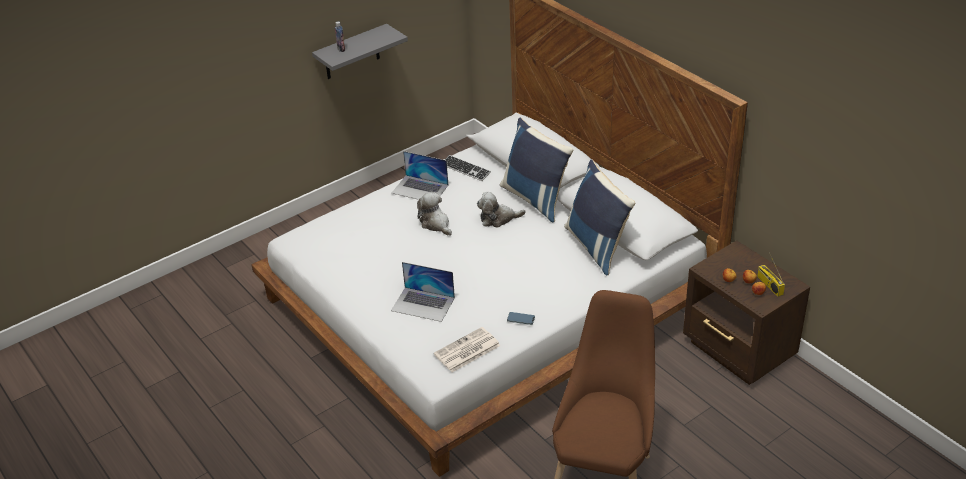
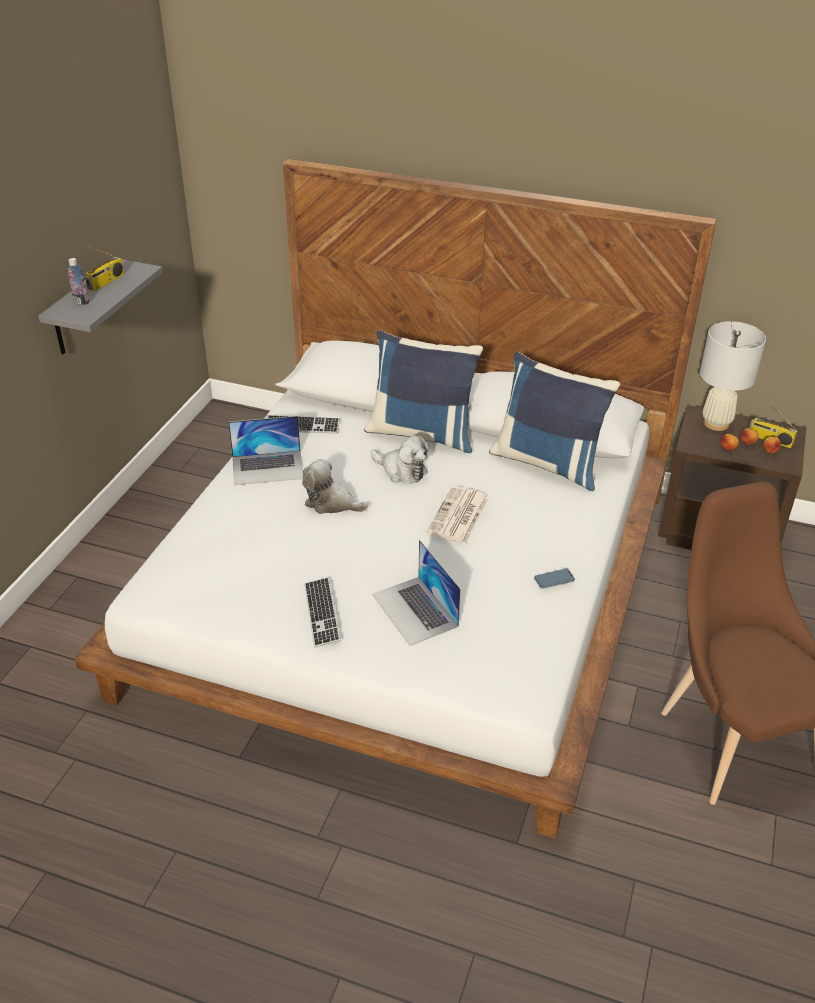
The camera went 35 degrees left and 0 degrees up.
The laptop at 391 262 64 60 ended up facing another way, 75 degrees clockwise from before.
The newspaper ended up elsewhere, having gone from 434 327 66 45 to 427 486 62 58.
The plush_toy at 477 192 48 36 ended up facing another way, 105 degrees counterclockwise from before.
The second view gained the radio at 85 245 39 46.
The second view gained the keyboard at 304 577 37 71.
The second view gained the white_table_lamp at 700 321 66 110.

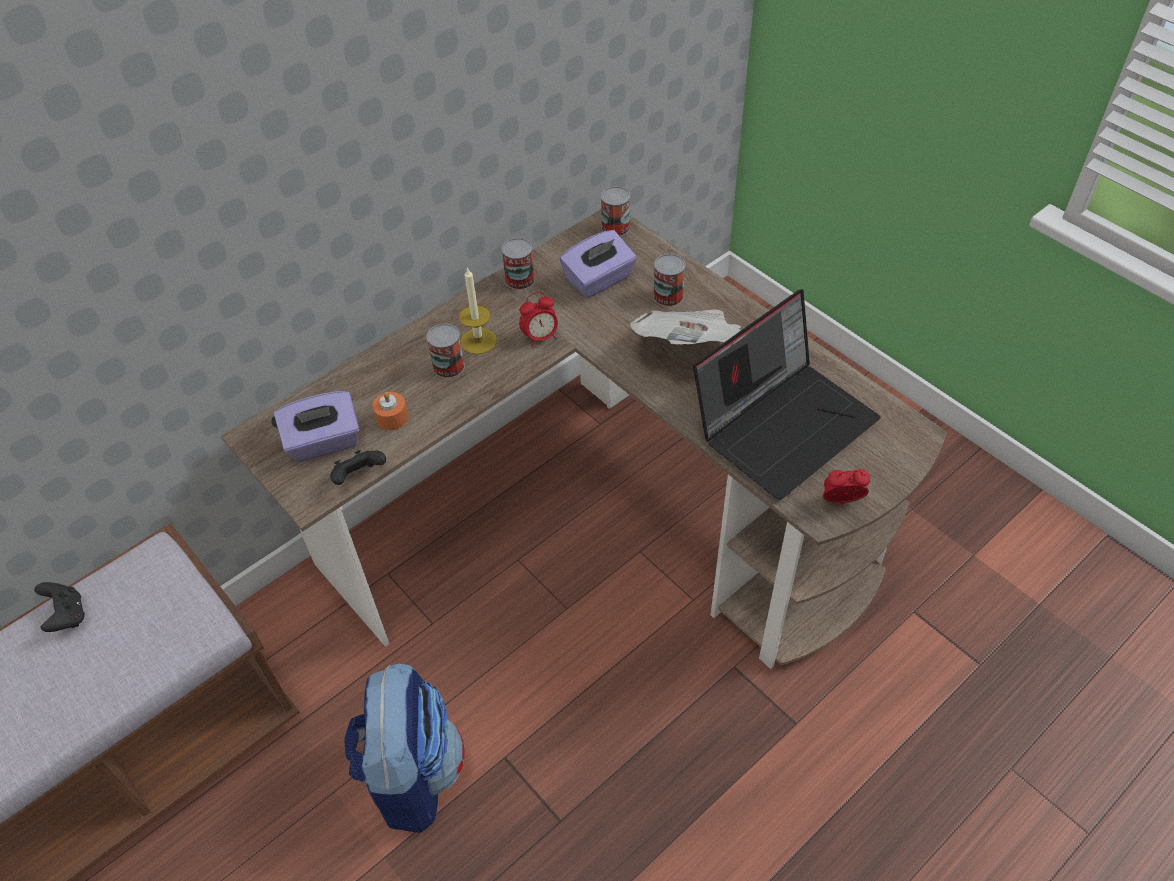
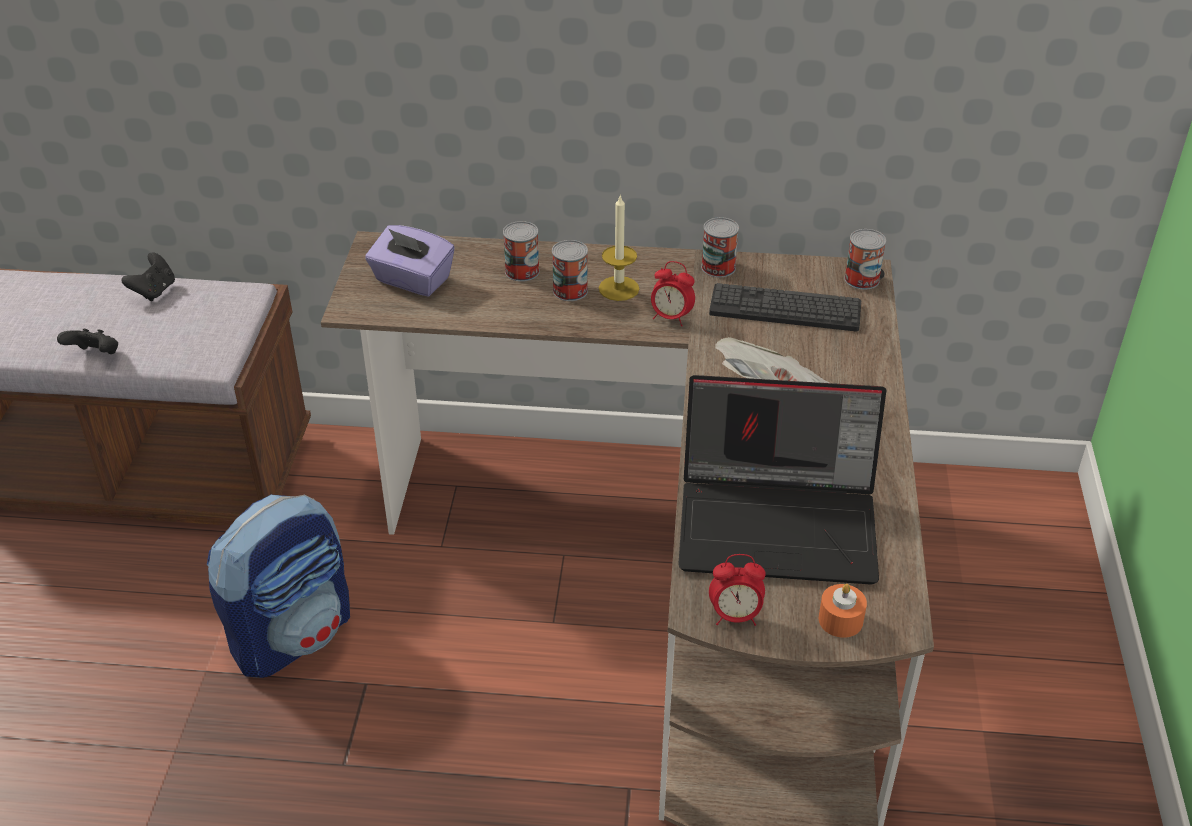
The camera went 45 degrees right and 10 degrees down.
The black_game_controller ended up elsewhere, having gone from 330 450 56 35 to 57 329 61 25.
The orange_candle ended up elsewhere, having gone from 372 392 36 38 to 819 584 48 54.
Where the purple_tissue_box stood at 560 230 77 68, the keyboard came to stand at 709 283 152 48.
The can ended up elsewhere, having gone from 653 254 33 53 to 503 221 37 61.
The alarm_clock at 823 469 47 36 ended up facing another way, 135 degrees clockwise from before.

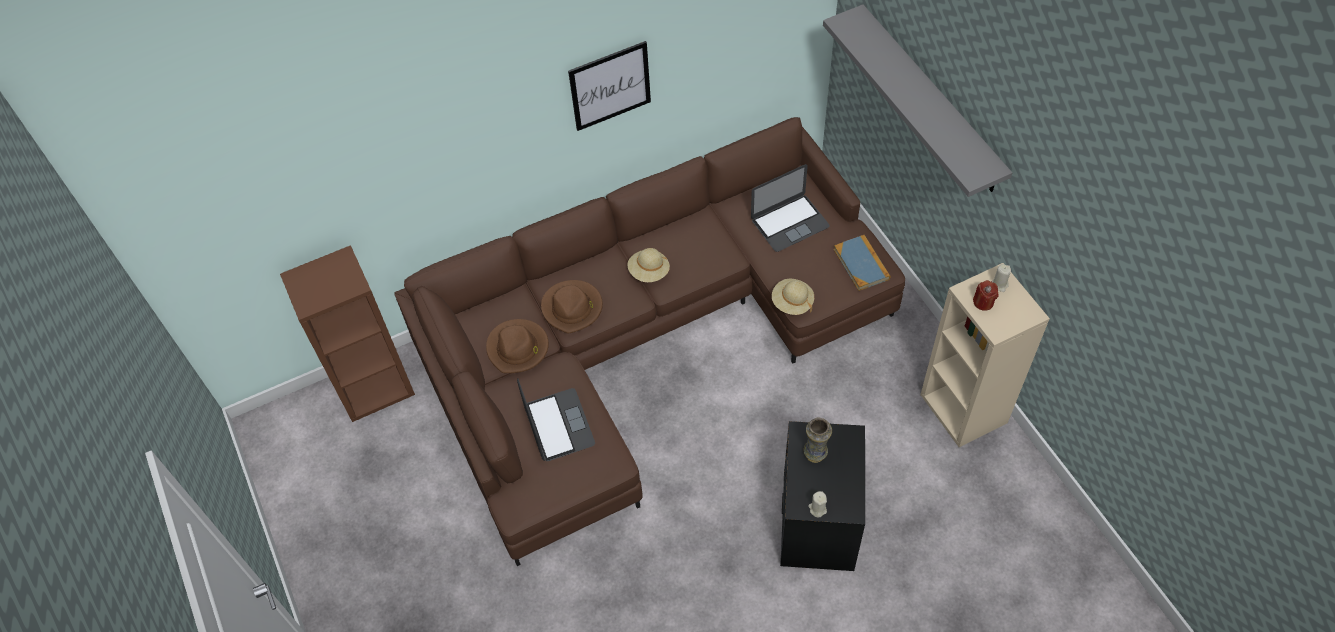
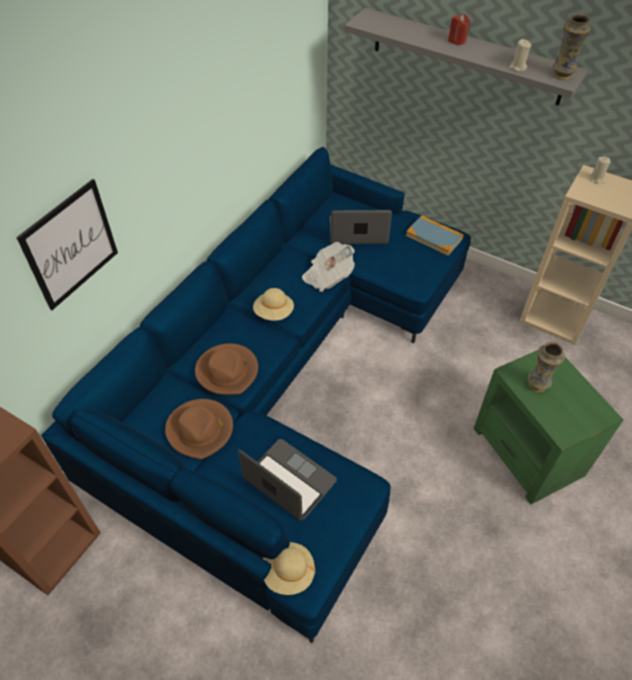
The camera went 35 degrees left and 5 degrees down.
What was the brown_sofa at 394 117 511 449 turned into the blue_sofa at 41 147 430 496.
The picture ended up elsewhere, having gone from 568 41 83 90 to 16 179 102 131.
The laptop at 751 164 79 88 ended up facing another way, 120 degrees counterclockwise from before.
The beige_hat ended up elsewhere, having gone from 772 279 42 36 to 263 542 52 53.
What was the black_side_table at 780 421 85 150 turned into the green_side_table at 473 350 150 154.
The beige_candle ended up elsewhere, having gone from 808 491 19 26 to 509 39 22 32.
The red_candle ended up elsewhere, having gone from 973 280 26 31 to 448 14 22 31.
The second view gained the newspaper at 302 242 53 50.
The second view gained the vase at 553 14 38 66.

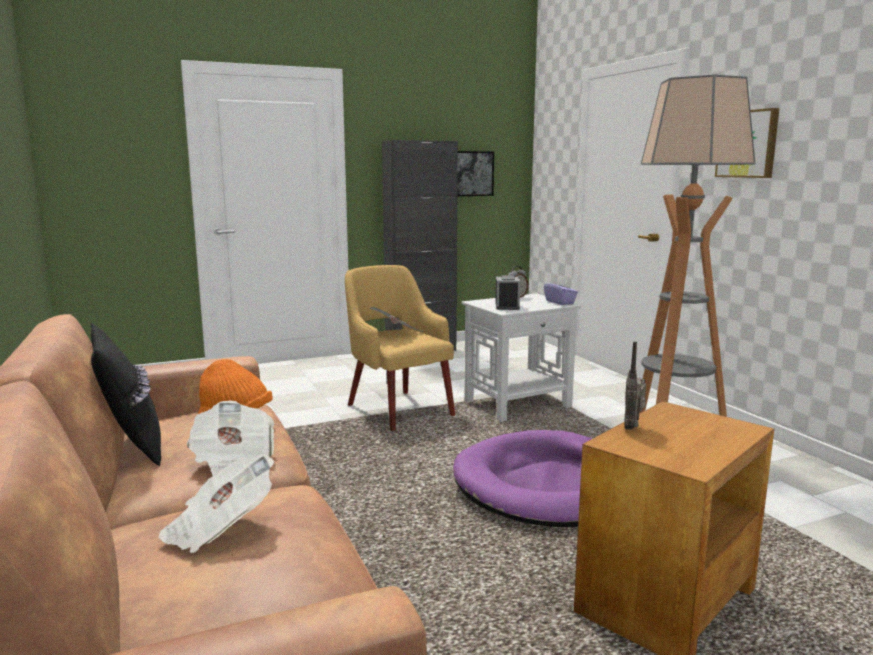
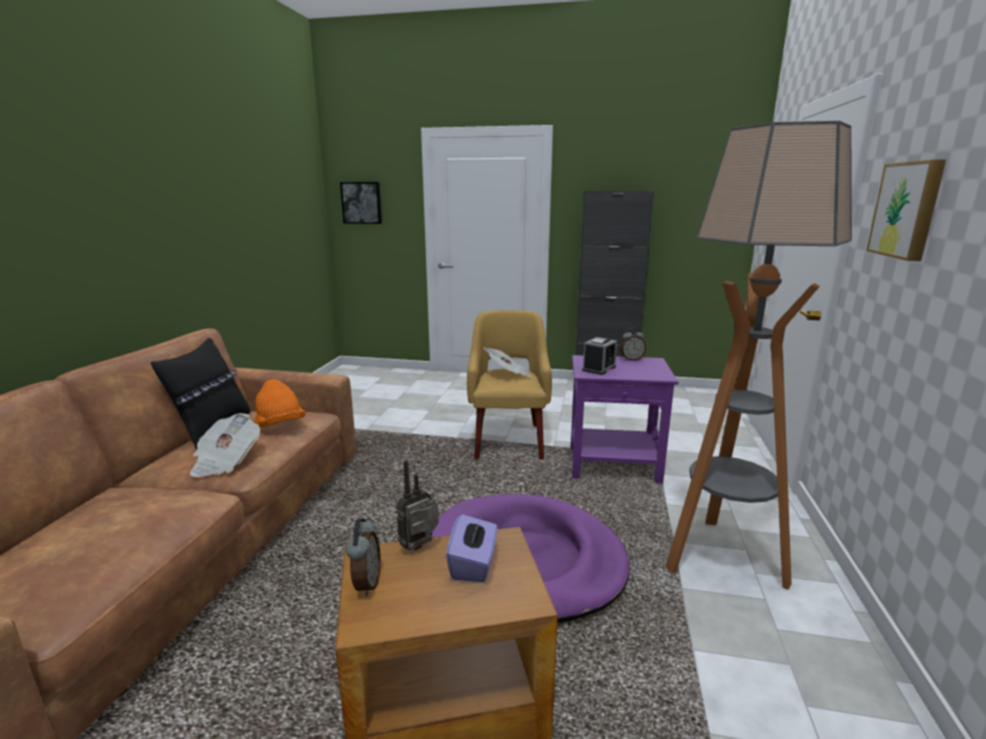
The camera went 35 degrees right and 5 degrees up.
The second view lost the newspaper at 159 455 116 98.
The picture ended up elsewhere, having gone from 457 151 37 45 to 340 182 42 42.
What was the white_side_table at 461 293 120 129 turned into the purple_side_table at 571 355 108 129.
The purple_tissue_box ended up elsewhere, having gone from 544 277 34 28 to 446 514 51 68.
The second view gained the alarm_clock at 346 518 35 78.

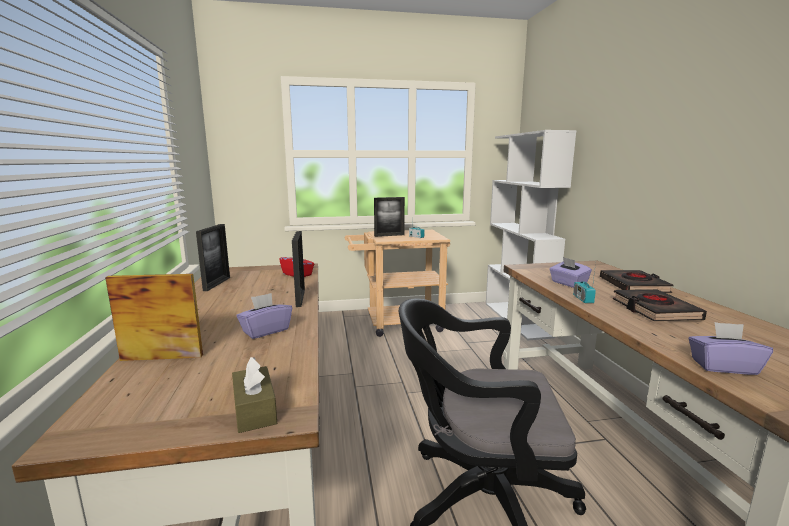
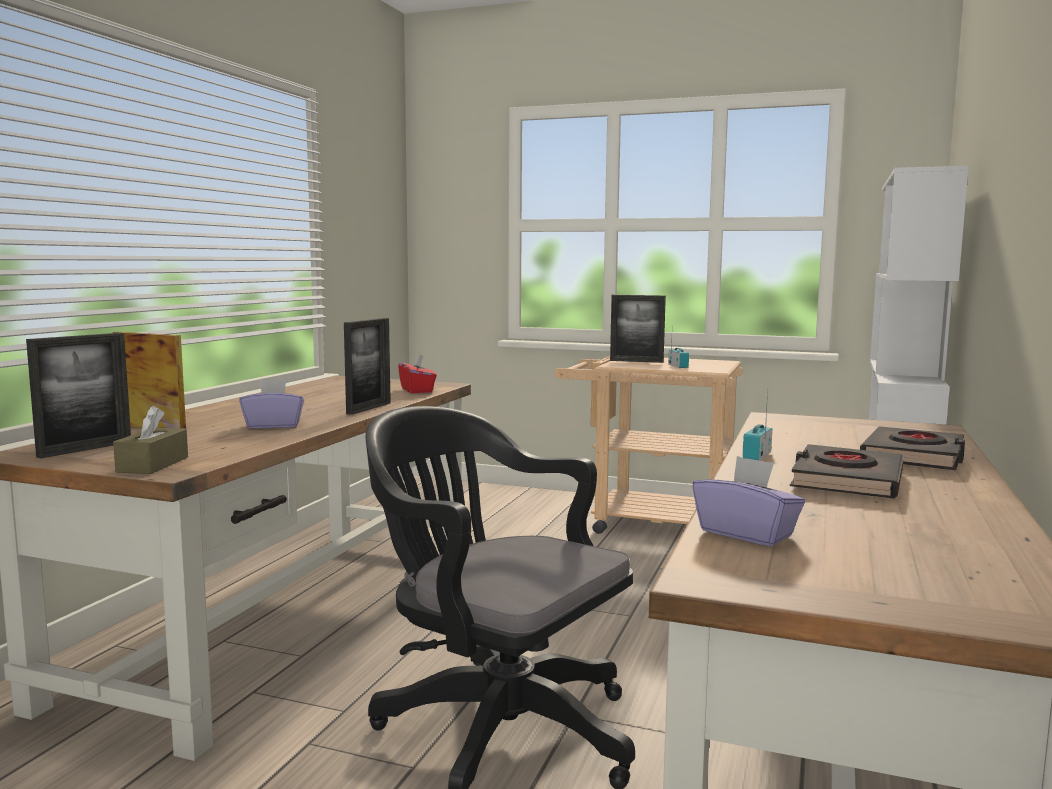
The camera went 30 degrees right and 5 degrees down.
The picture_frame ended up elsewhere, having gone from 196 224 34 67 to 26 333 105 125.
The second view lost the purple_tissue_box at 549 257 43 31.

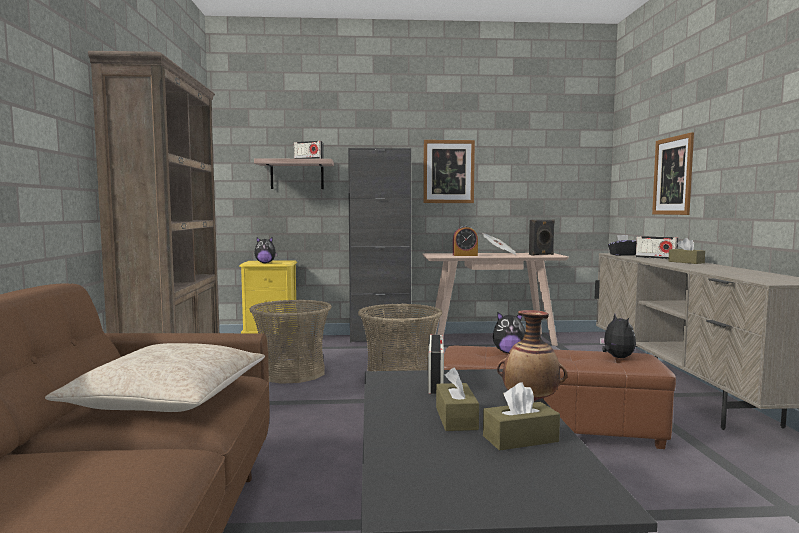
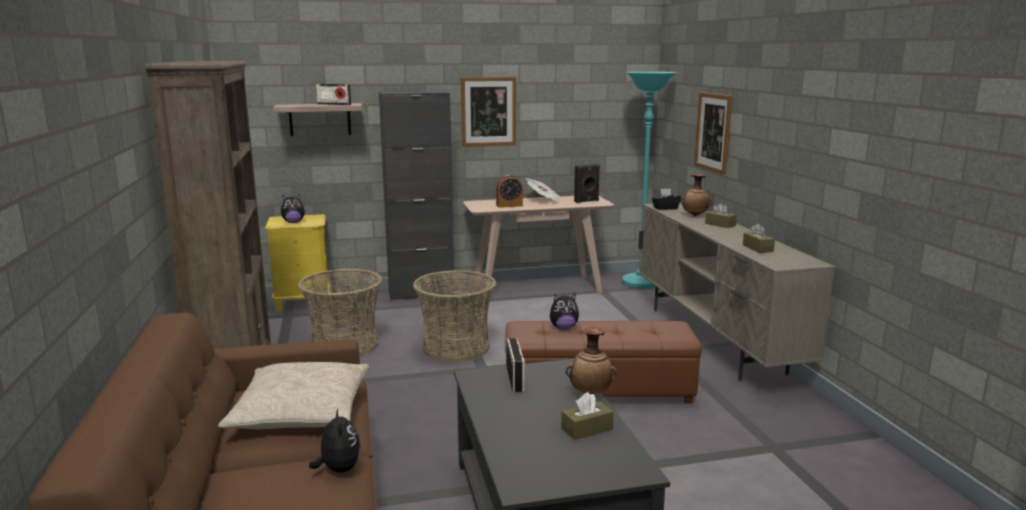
The camera went 10 degrees left and 10 degrees up.
The brown_tissue_box ended up elsewhere, having gone from 436 367 43 64 to 743 223 32 30.
The plush_toy ended up elsewhere, having gone from 600 314 36 44 to 309 408 52 65.
Where the radio stood at 636 236 42 23, the vase came to stand at 680 174 32 42.
The second view gained the turquoise_floor_lamp at 622 72 55 217.

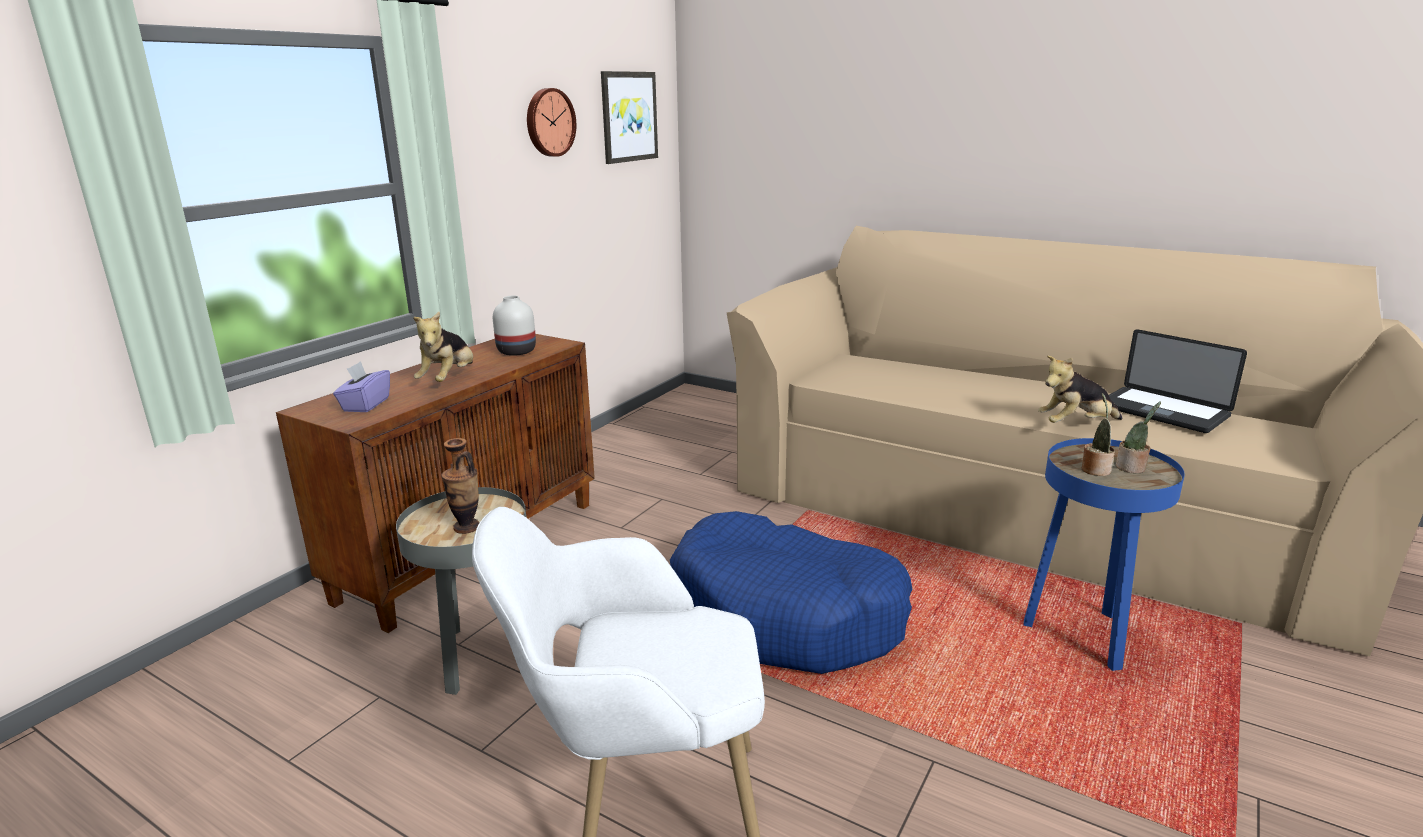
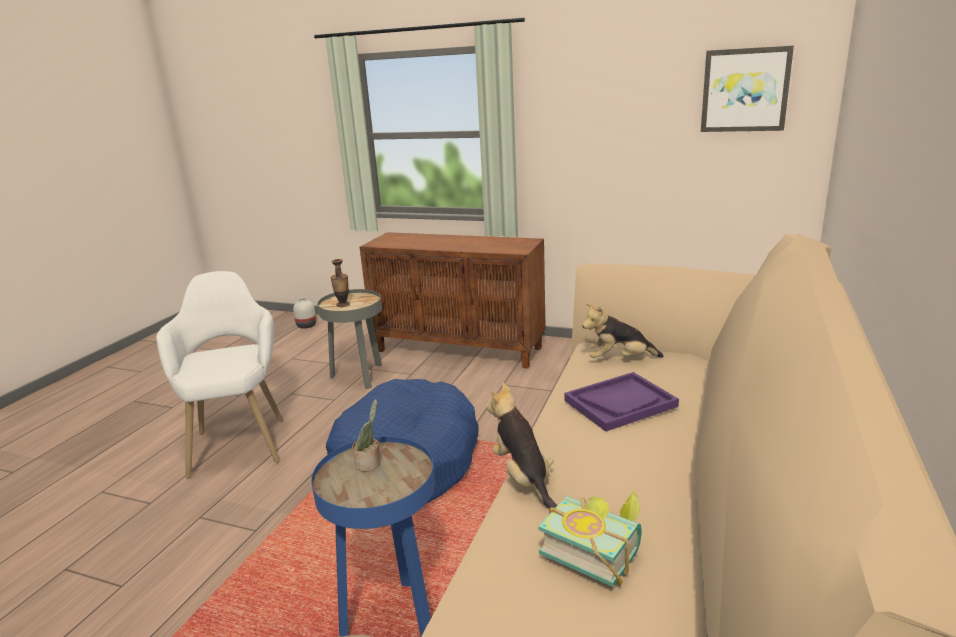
The camera went 80 degrees right and 0 degrees up.
The second view lost the purple_tissue_box at 333 361 57 51.
The plush_toy ended up elsewhere, having gone from 413 312 60 70 to 582 303 82 55.
The white_vase ended up elsewhere, having gone from 493 295 43 61 to 293 298 23 31.
The second view lost the wall_clock at 527 88 49 69.
Where the laptop stood at 1109 329 138 104, the book came to stand at 538 491 104 96.
The second view lost the potted_plant at 1116 402 45 71.
The second view gained the purple_tray at 564 372 115 59.

